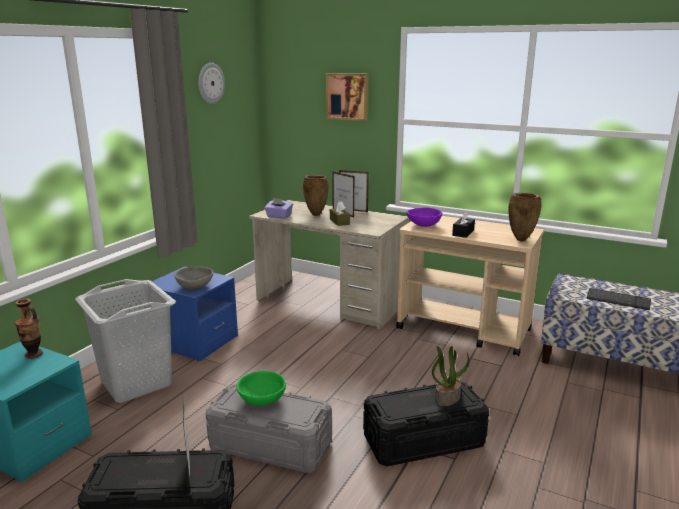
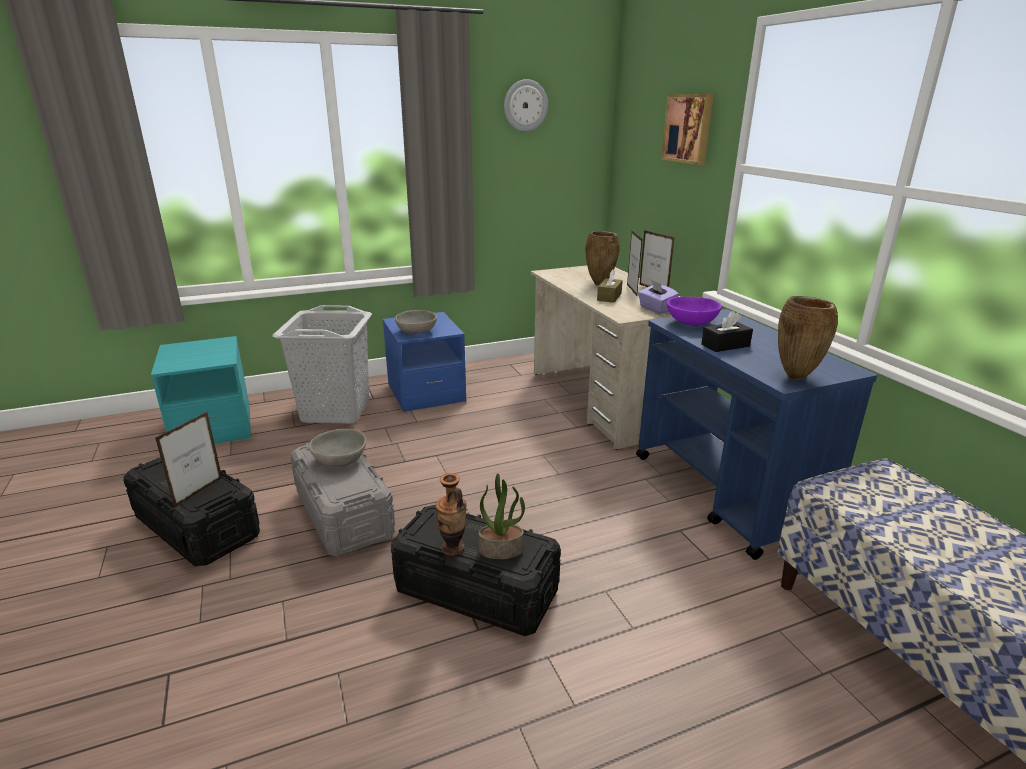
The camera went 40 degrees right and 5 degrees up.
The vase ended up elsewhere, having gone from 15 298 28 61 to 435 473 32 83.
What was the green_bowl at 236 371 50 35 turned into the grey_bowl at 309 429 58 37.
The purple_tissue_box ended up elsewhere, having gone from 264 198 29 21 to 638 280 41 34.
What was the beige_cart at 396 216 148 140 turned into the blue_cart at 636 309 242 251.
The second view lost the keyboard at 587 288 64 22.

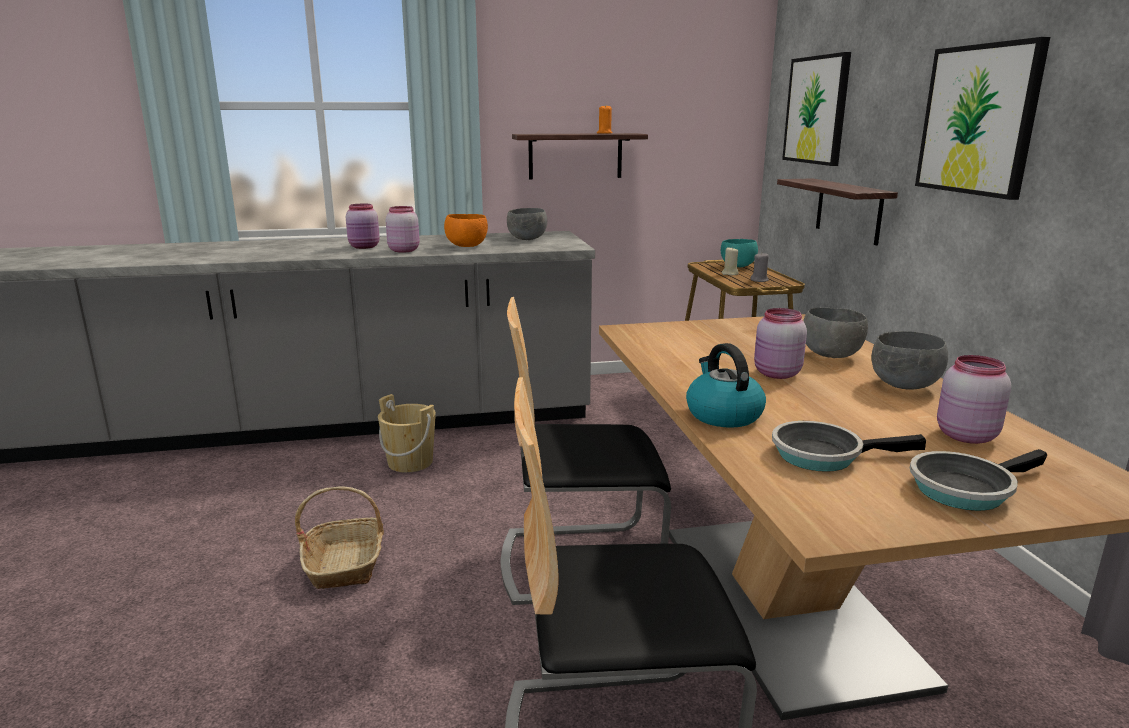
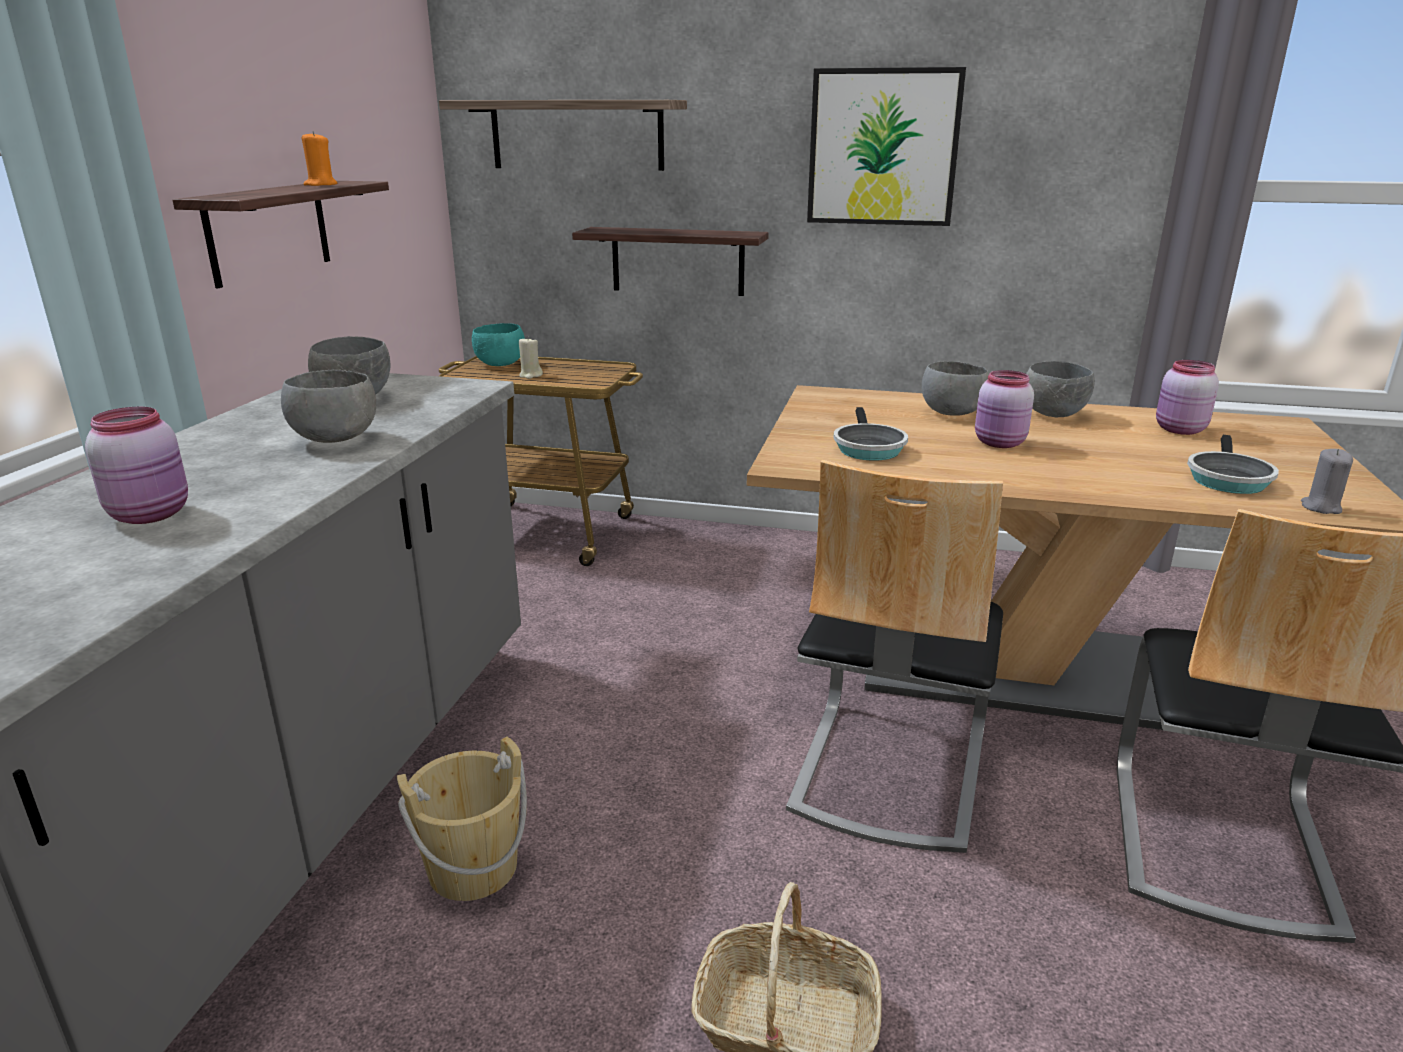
The camera went 65 degrees left and 5 degrees up.
The second view lost the pink_jar at 385 206 35 47.
What was the orange_bowl at 444 214 44 33 turned into the grey_bowl at 281 370 95 73.
The second view lost the kettle at 686 343 80 85.
The grey_candle ended up elsewhere, having gone from 751 253 18 29 to 1301 449 52 65.
Where the picture hung at 782 52 69 114, the shelf came to hang at 439 100 248 71.
The frying_pan ended up elsewhere, having gone from 910 449 137 62 to 834 407 74 54.

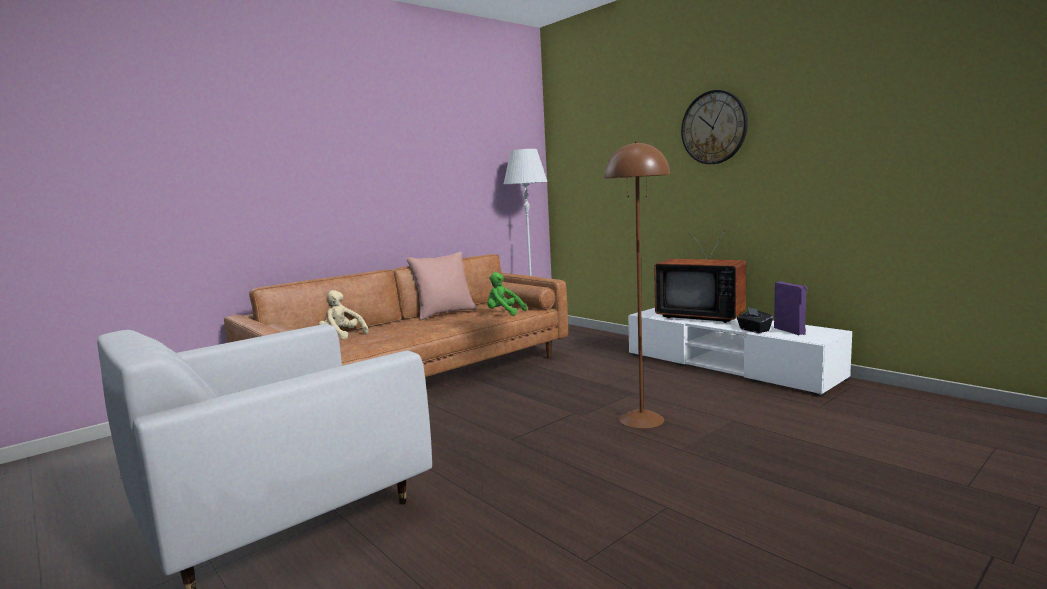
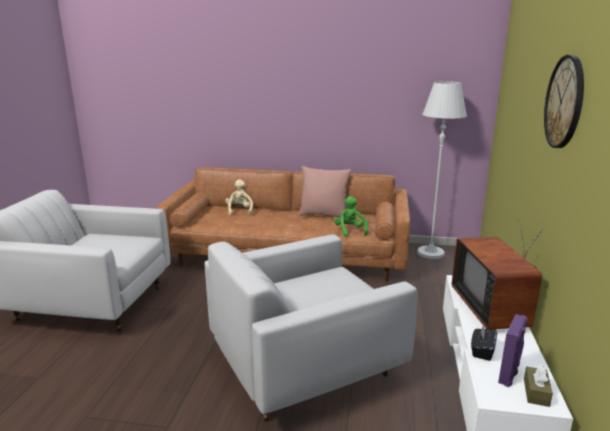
The camera went 50 degrees right and 10 degrees up.
Where the brown_floor_lamp stood at 604 141 66 287, the white_armchair came to stand at 204 234 214 187.
The second view gained the brown_tissue_box at 524 364 29 43.

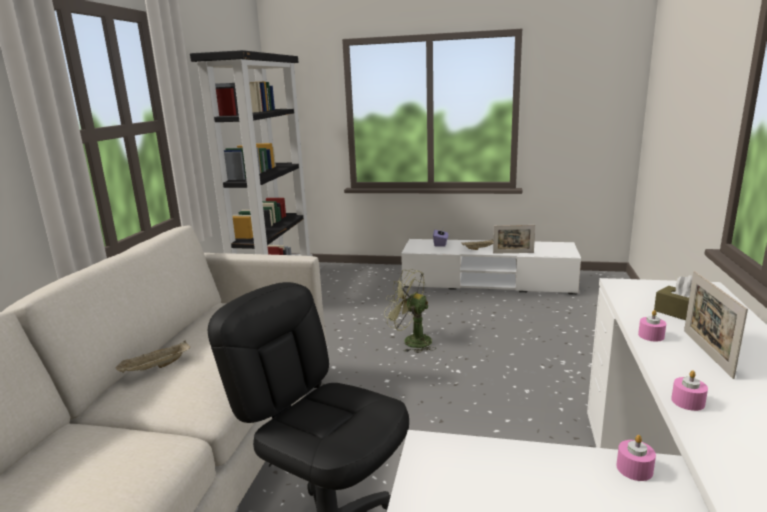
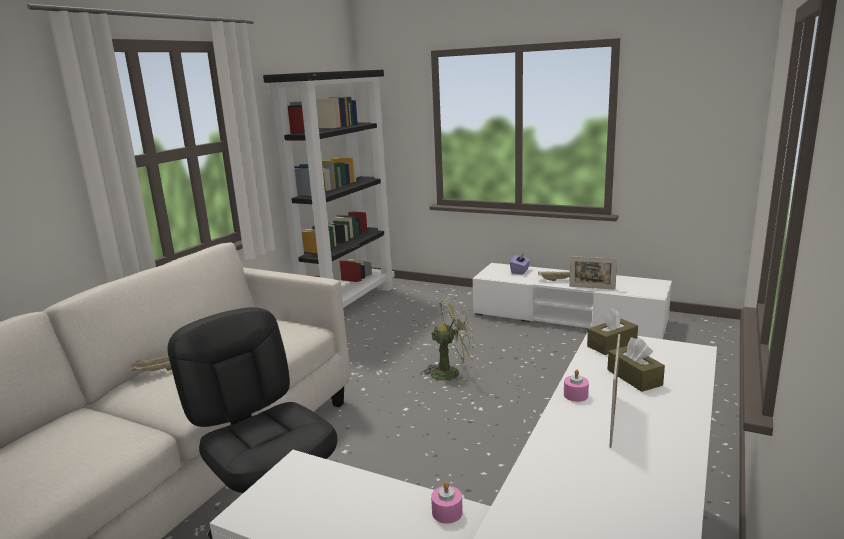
The camera went 15 degrees right and 0 degrees up.
The green_fan at 384 269 52 84 ended up facing another way, 120 degrees clockwise from before.
The second view lost the pink_candle at 671 370 37 41.
The second view gained the brown_tissue_box at 587 308 51 47.

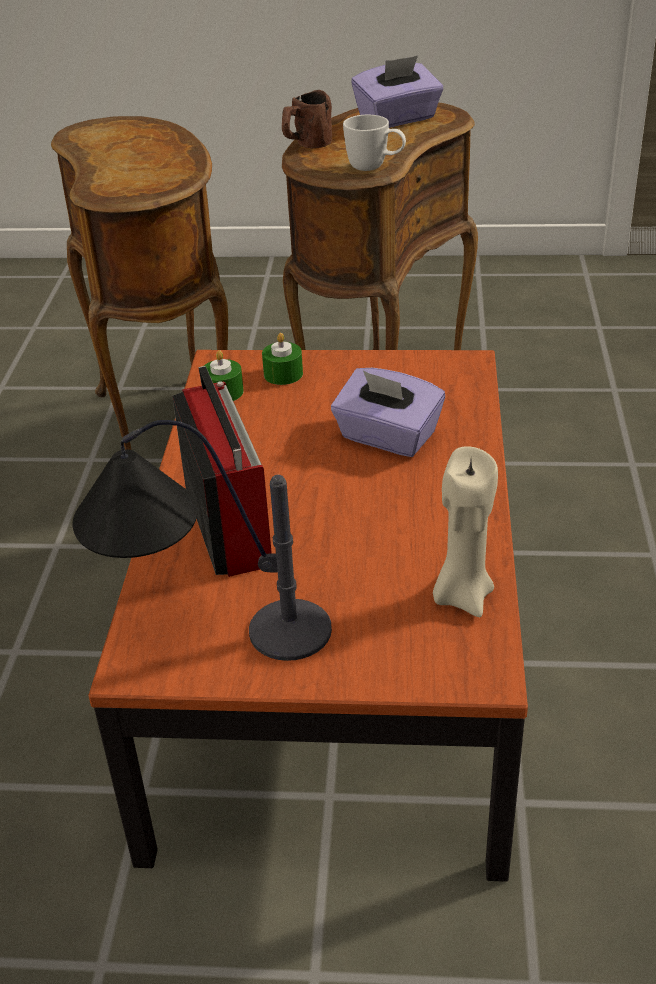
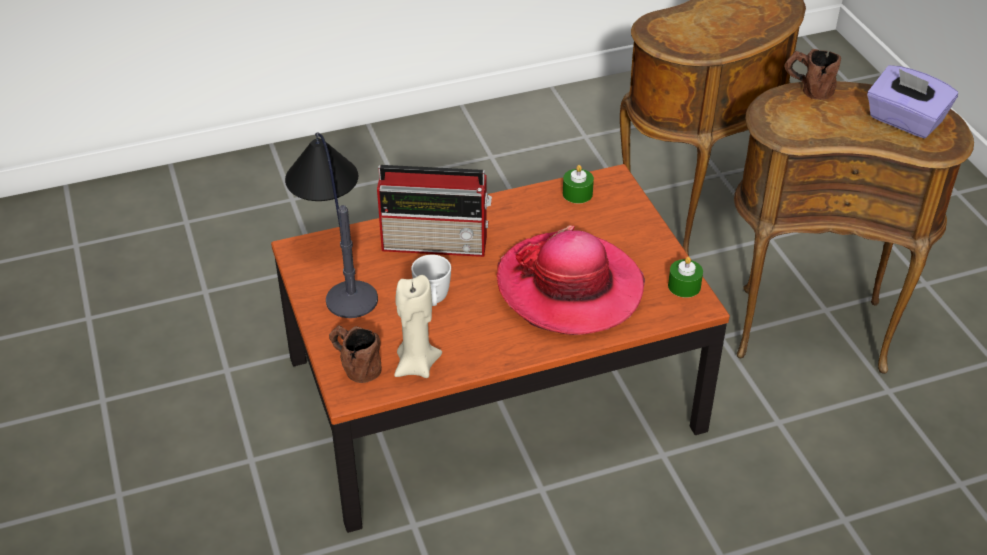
The camera went 65 degrees right and 5 degrees up.
The radio at 172 366 100 211 ended up facing another way, 45 degrees clockwise from before.
The green_candle ended up elsewhere, having gone from 262 333 41 52 to 668 257 35 41.
Where the purple_tissue_box stood at 331 368 114 89, the hat came to stand at 497 225 148 110.
The white_mug ended up elsewhere, having gone from 343 115 63 56 to 411 255 40 51.
The second view gained the brown_mug at 329 325 53 58.

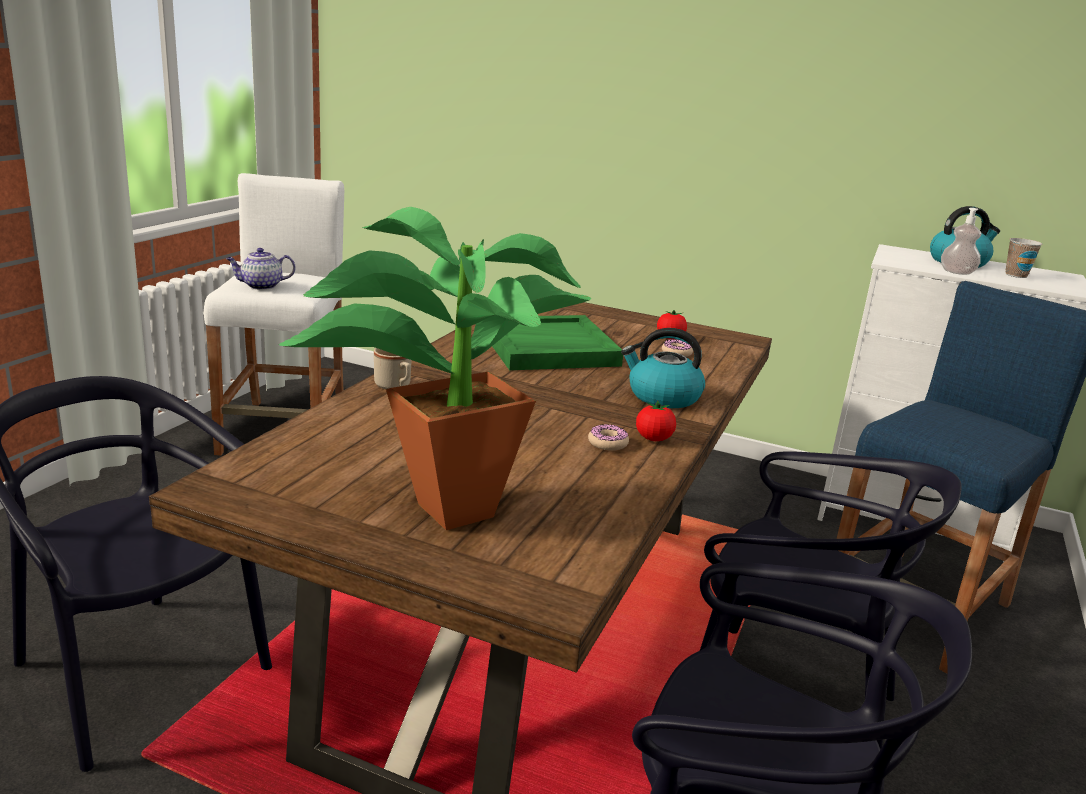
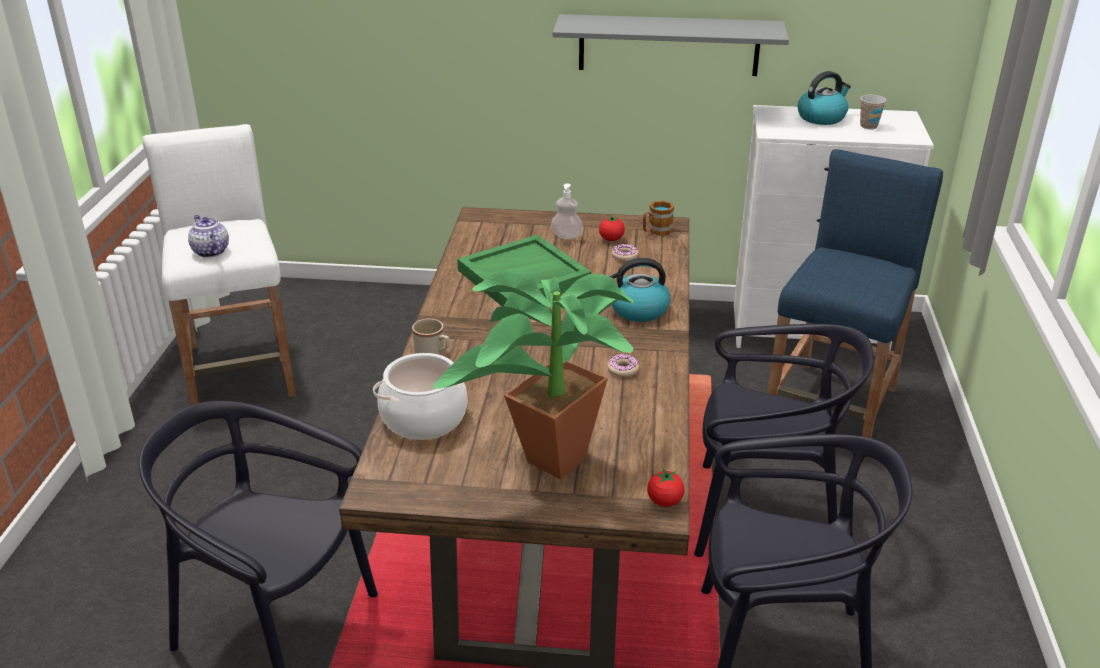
The camera went 15 degrees left and 10 degrees up.
The teapot at 226 248 69 42 ended up facing another way, 90 degrees clockwise from before.
The tomato ended up elsewhere, having gone from 636 401 40 40 to 647 468 38 39.
The soap_dispenser ended up elsewhere, having gone from 941 208 40 67 to 551 184 32 55.
The second view gained the cooking_pot at 373 353 95 87.
The second view gained the grey_shelf at 553 14 236 62.
The second view gained the mug at 643 201 31 35.

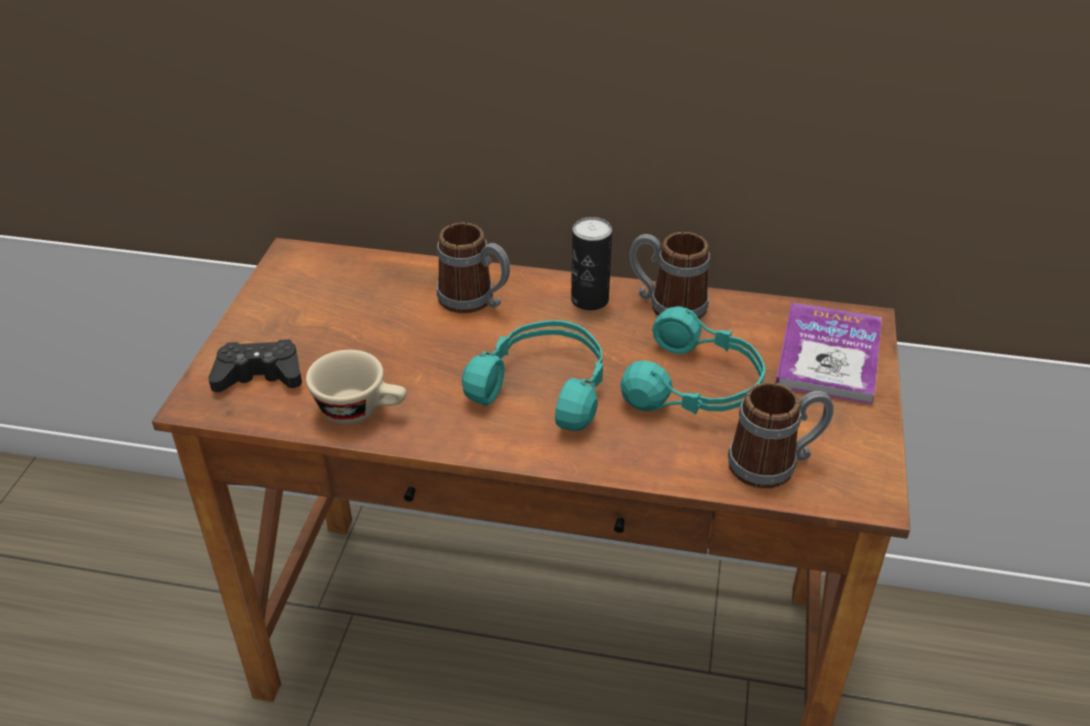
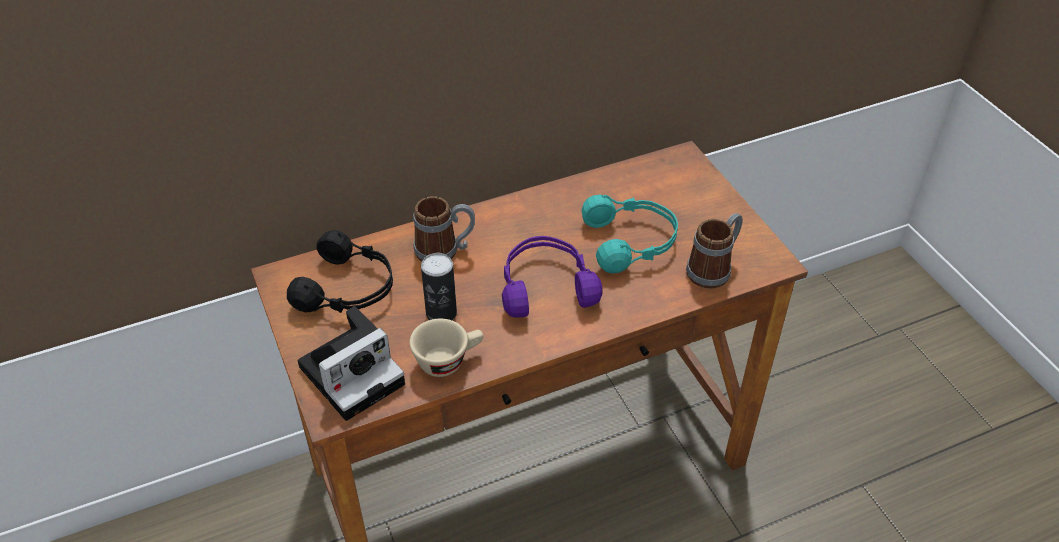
The camera went 35 degrees left and 5 degrees up.
Where the black_game_controller stood at 208 339 94 53, the photo_camera came to stand at 298 306 107 115.
What was the turquoise_headphones at 462 320 141 111 turned into the purple_headphones at 502 236 101 82.
The can ended up elsewhere, having gone from 571 217 41 94 to 421 253 36 67.
The second view lost the mug at 630 232 80 88.
The second view lost the book at 775 302 107 103.
The second view gained the black_headphones at 287 230 106 83.

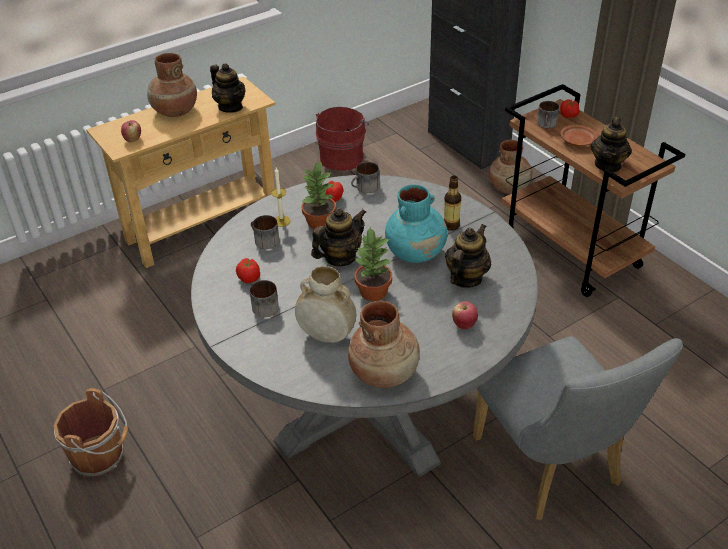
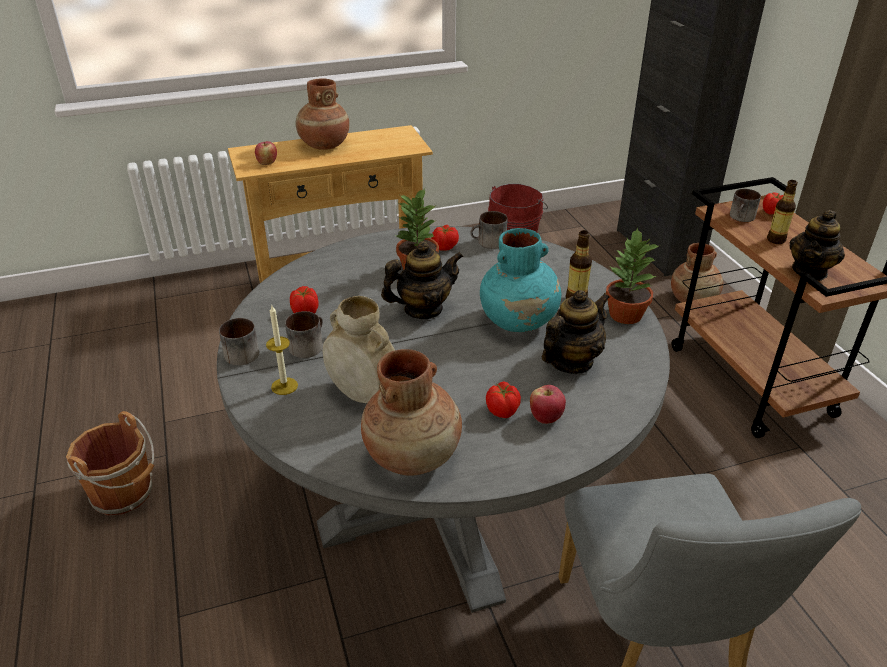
The camera went 15 degrees right and 5 degrees down.
The second view lost the teapot at 210 63 35 50.
The mug ended up elsewhere, having gone from 251 215 28 34 to 219 318 40 47.
The candle ended up elsewhere, having gone from 271 167 20 60 to 266 306 32 89.
The potted_plant ended up elsewhere, having gone from 354 227 39 74 to 606 227 53 97.
Where the brown_plate stood at 560 125 38 21, the bottle came to stand at 767 180 31 64.
The second view gained the tomato at 486 381 35 37.

